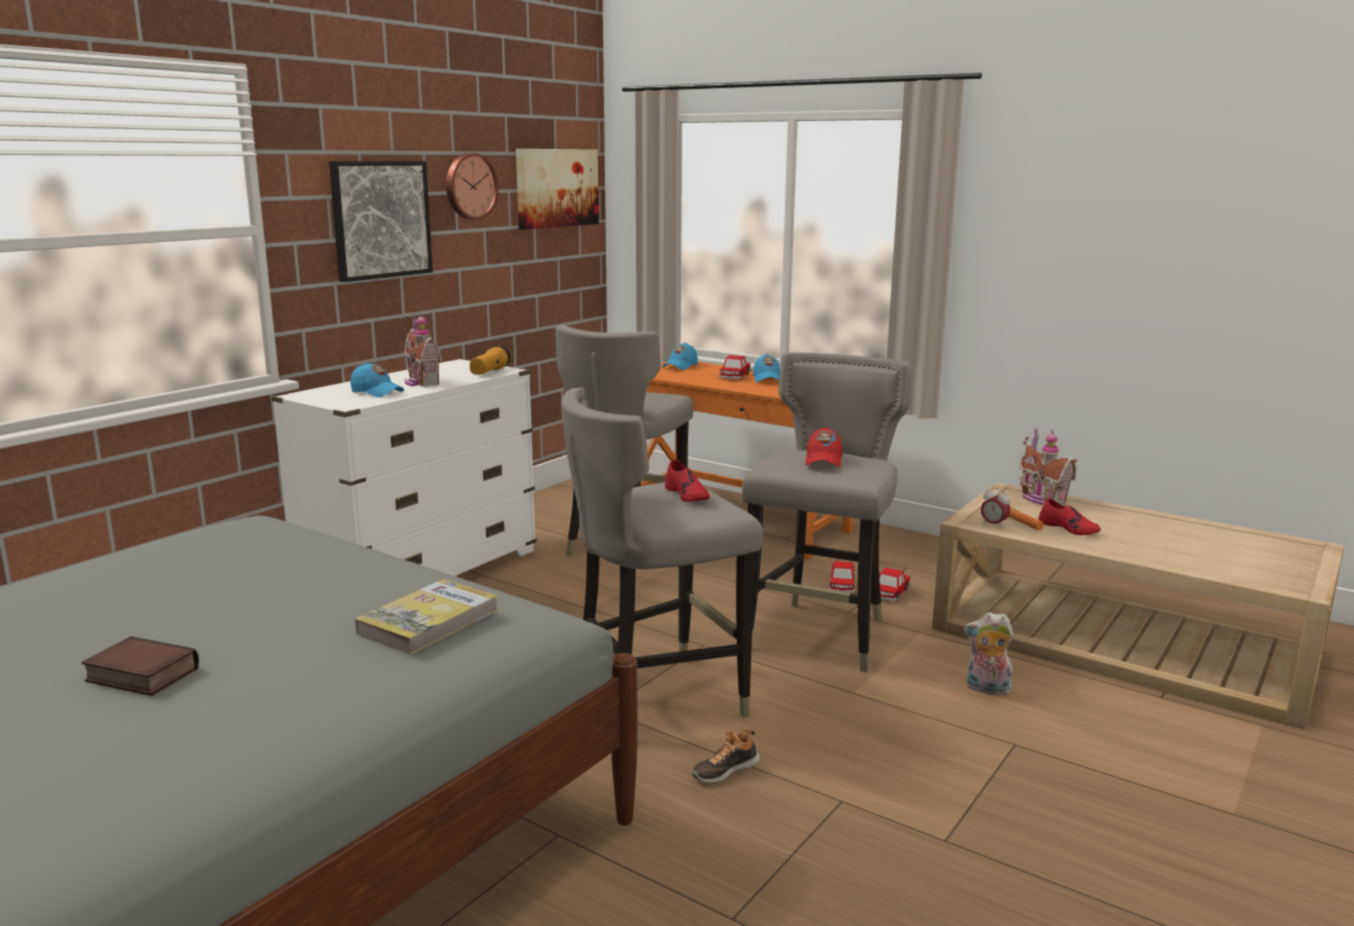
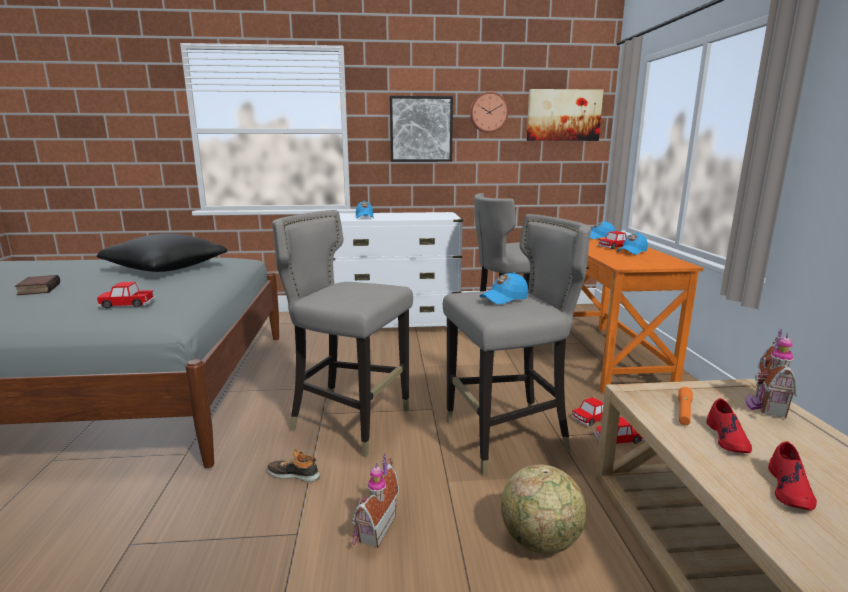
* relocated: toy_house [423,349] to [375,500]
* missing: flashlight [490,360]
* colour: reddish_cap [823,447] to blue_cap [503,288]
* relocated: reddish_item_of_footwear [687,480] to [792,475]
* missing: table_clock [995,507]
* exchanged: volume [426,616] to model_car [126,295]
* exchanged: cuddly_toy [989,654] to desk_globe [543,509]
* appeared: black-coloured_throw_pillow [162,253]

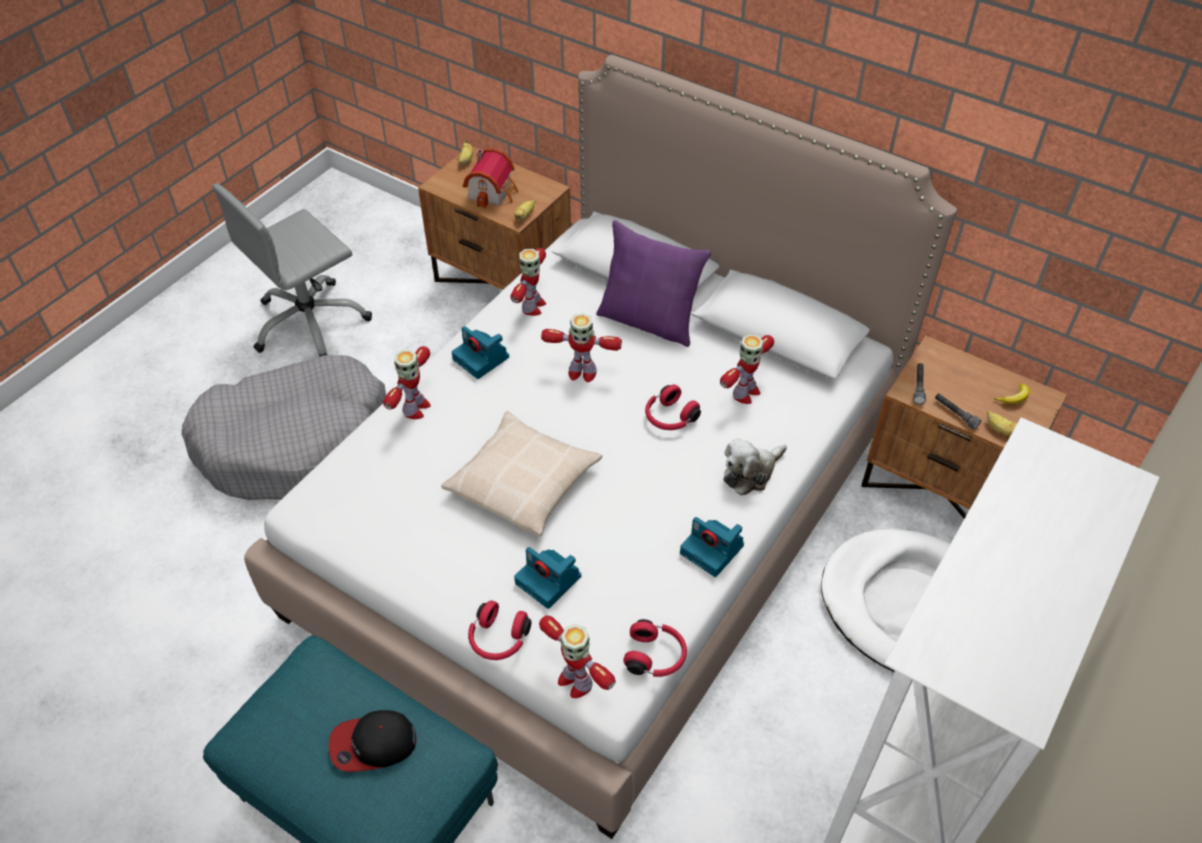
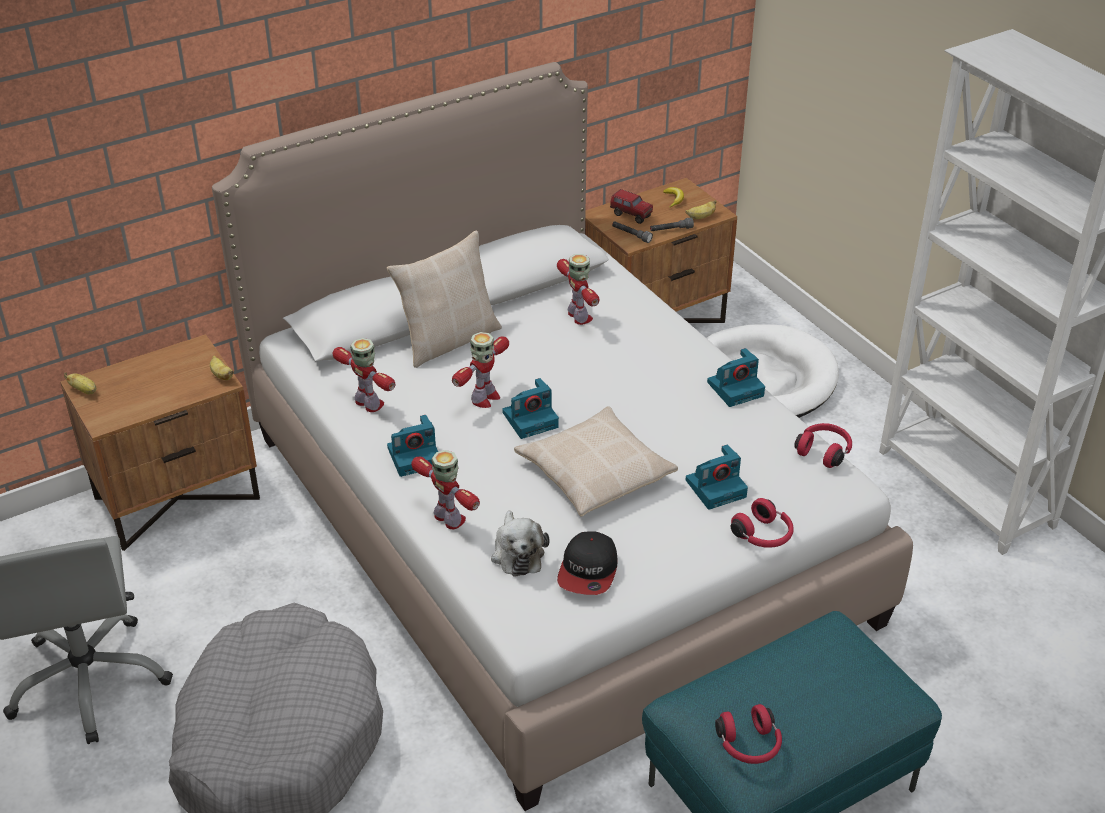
* missing: toy_house [490,178]
* colour: purple_throw_pillow [653,283] to sand-coloured_throw_pillow [444,299]
* relocated: reddish_headphones [673,407] to [748,734]
* relocated: cuddly_toy [755,467] to [520,543]
* missing: model_robot [577,657]
* relocated: cap [372,741] to [587,563]
* appeared: toy_lorry [631,206]
* appeared: still_camera [530,408]

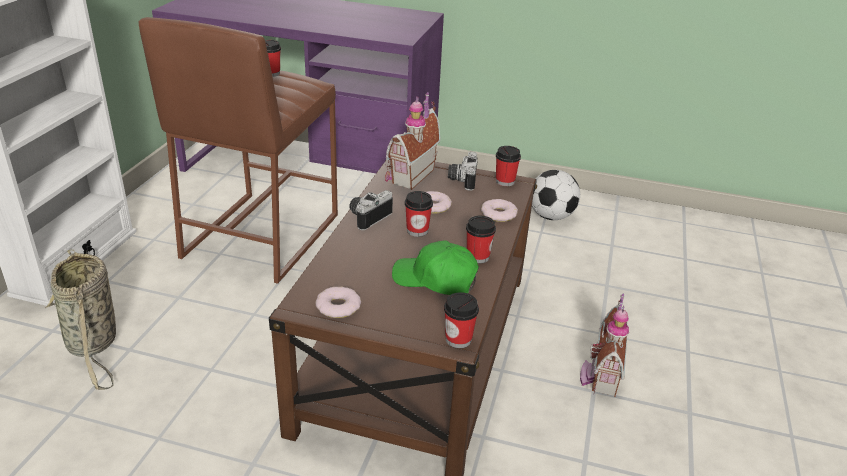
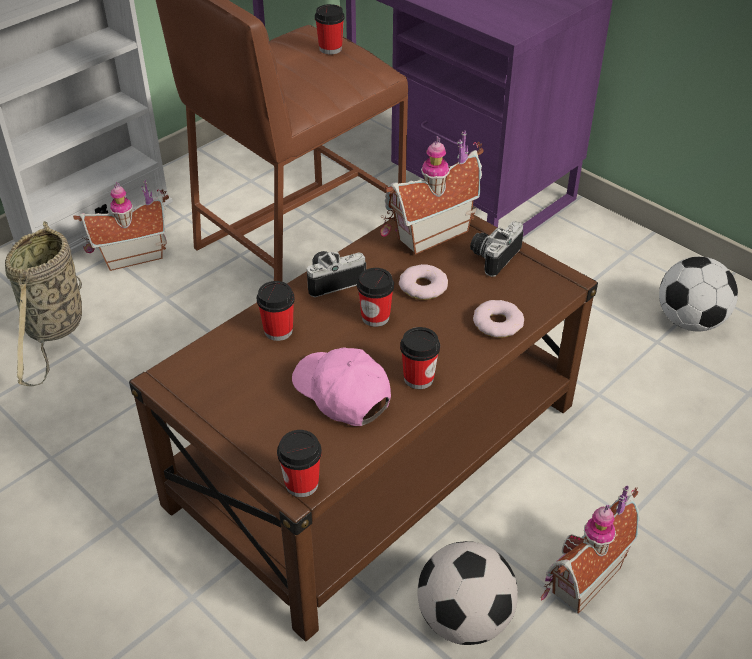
* relocated: small_cup [508,166] to [276,311]
* colour: greenish_cap [435,267] to pink_cap [341,386]
* missing: donut [338,302]
* appeared: toy_house [121,225]
* appeared: football_ball [467,593]

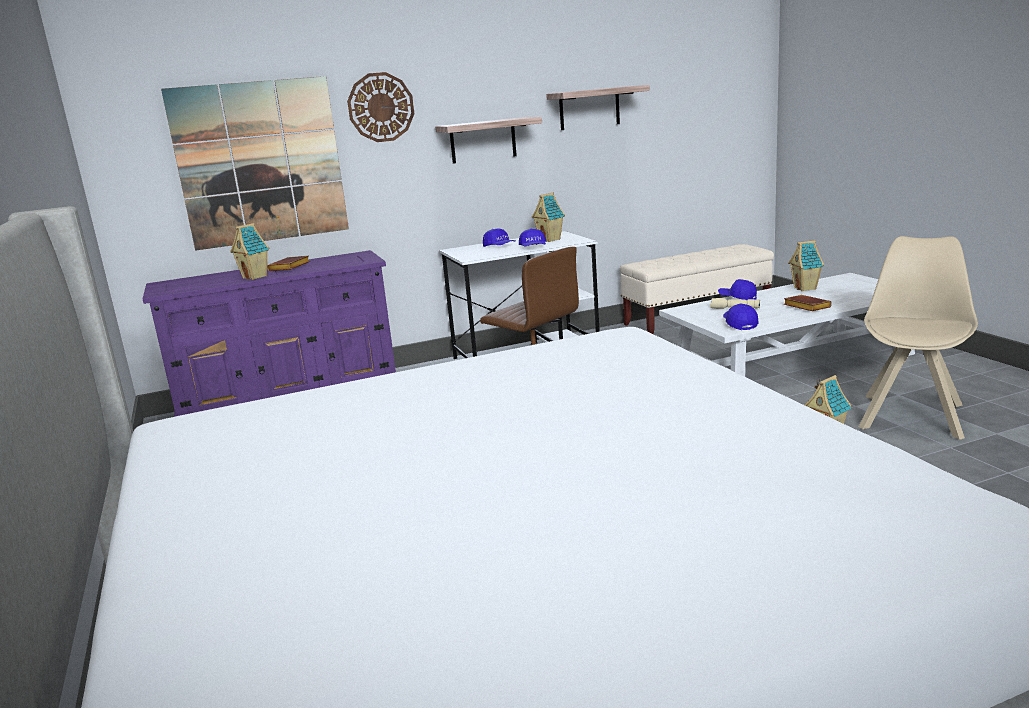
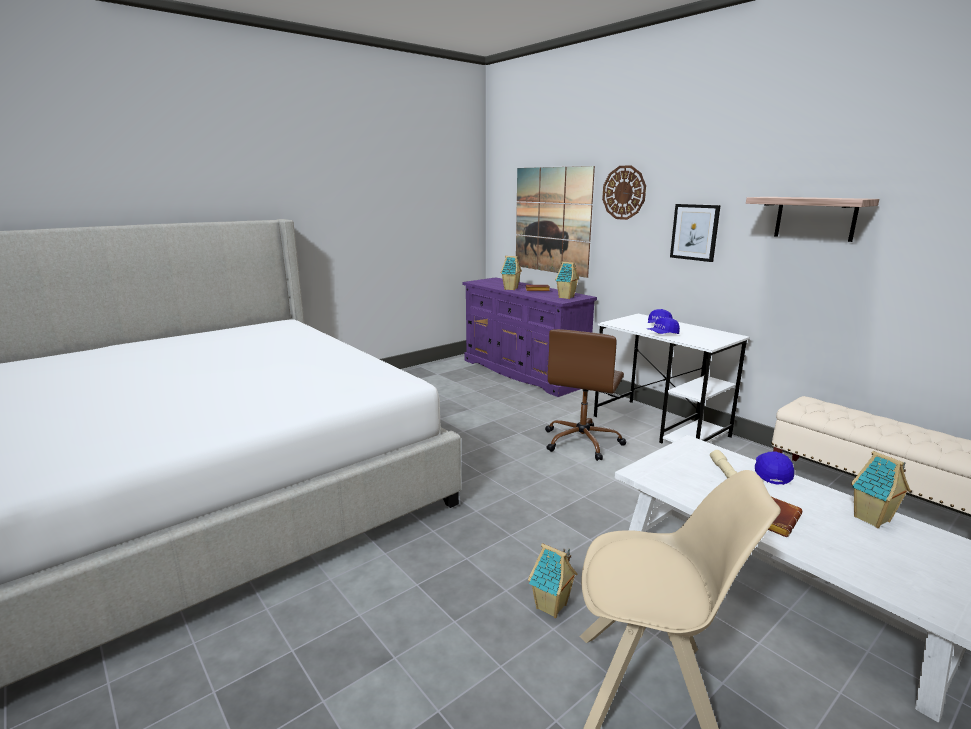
* exchanged: bracket_shelf [488,140] to wall_picture [695,233]
* relocated: toy_house [548,217] to [567,280]
* missing: blue_cap [741,317]

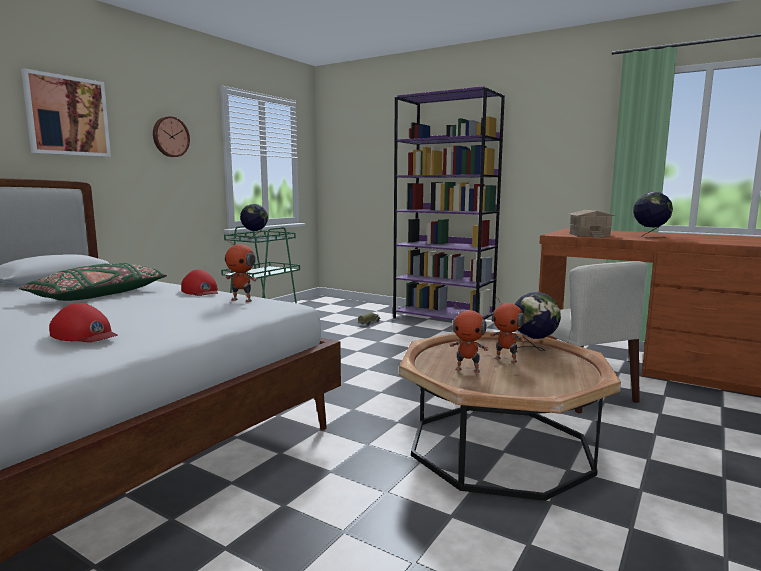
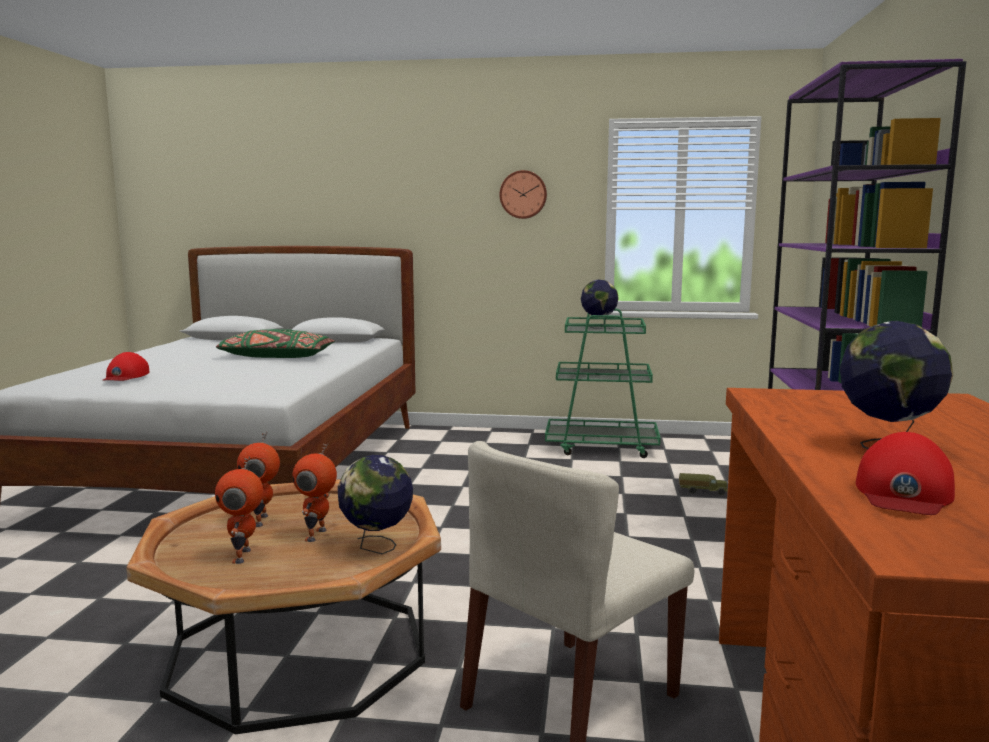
* missing: wall_picture [66,112]
* missing: toy_house [591,224]
* relocated: model_robot [241,270] to [239,510]
* relocated: reddish_cap [199,282] to [905,473]

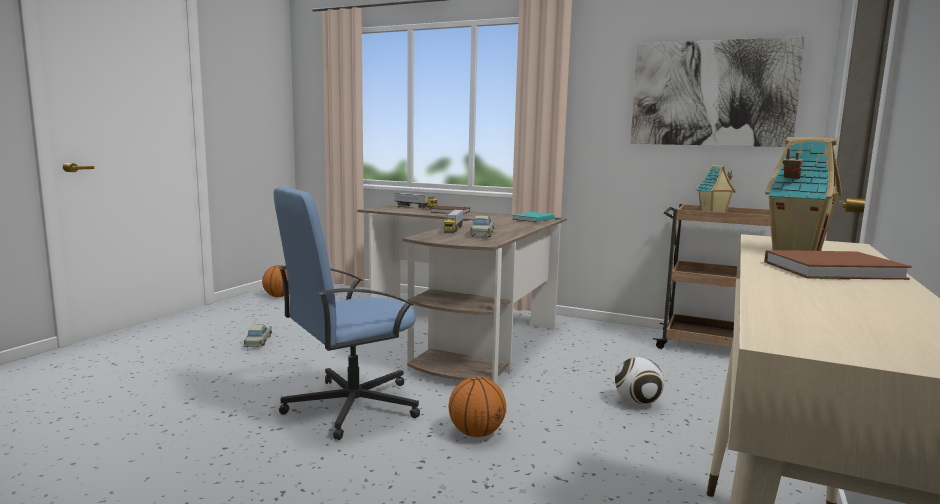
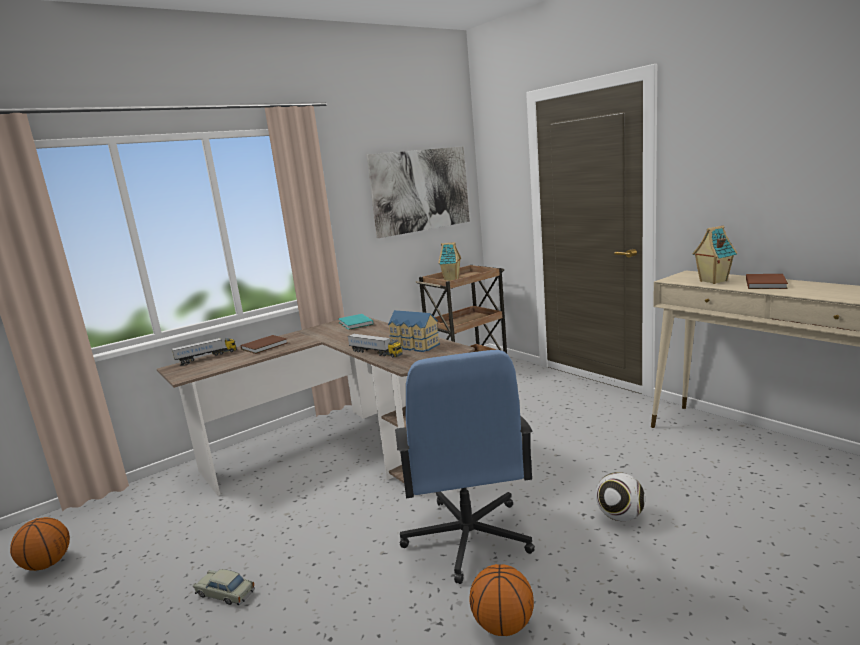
* exchanged: sand-coloured_model_car [482,226] to toy_house [414,331]
* relocated: football_ball [639,381] to [620,496]
* relocated: basketball [477,406] to [501,600]

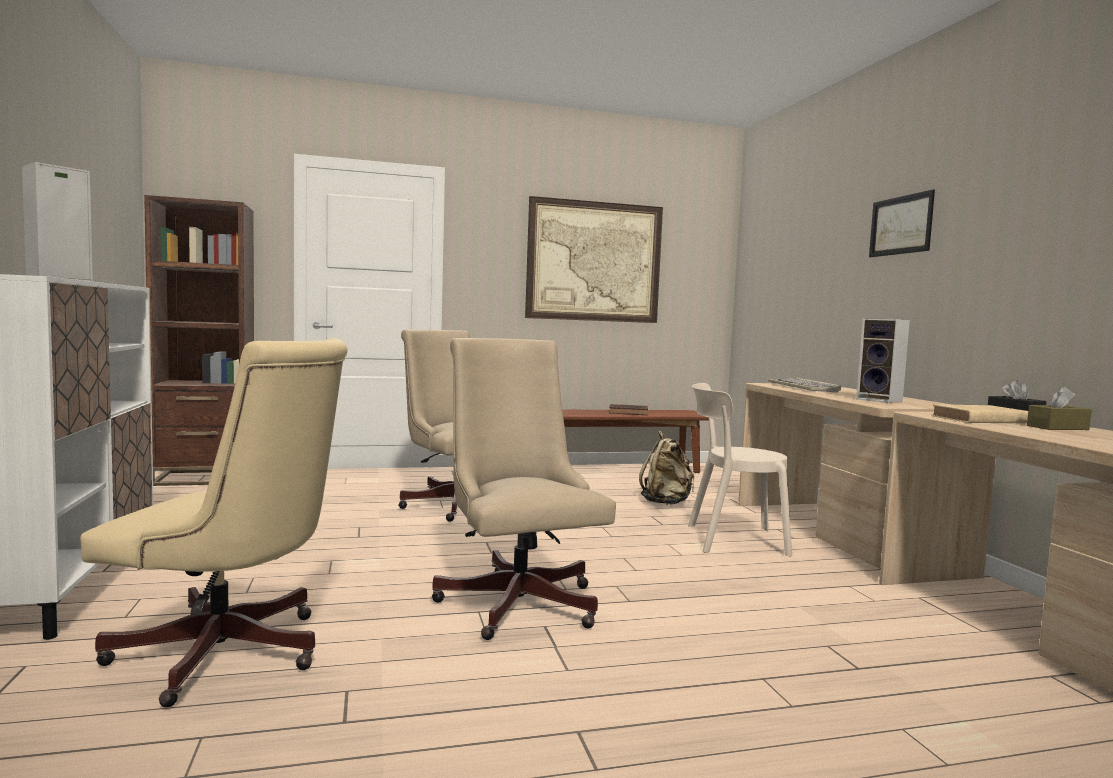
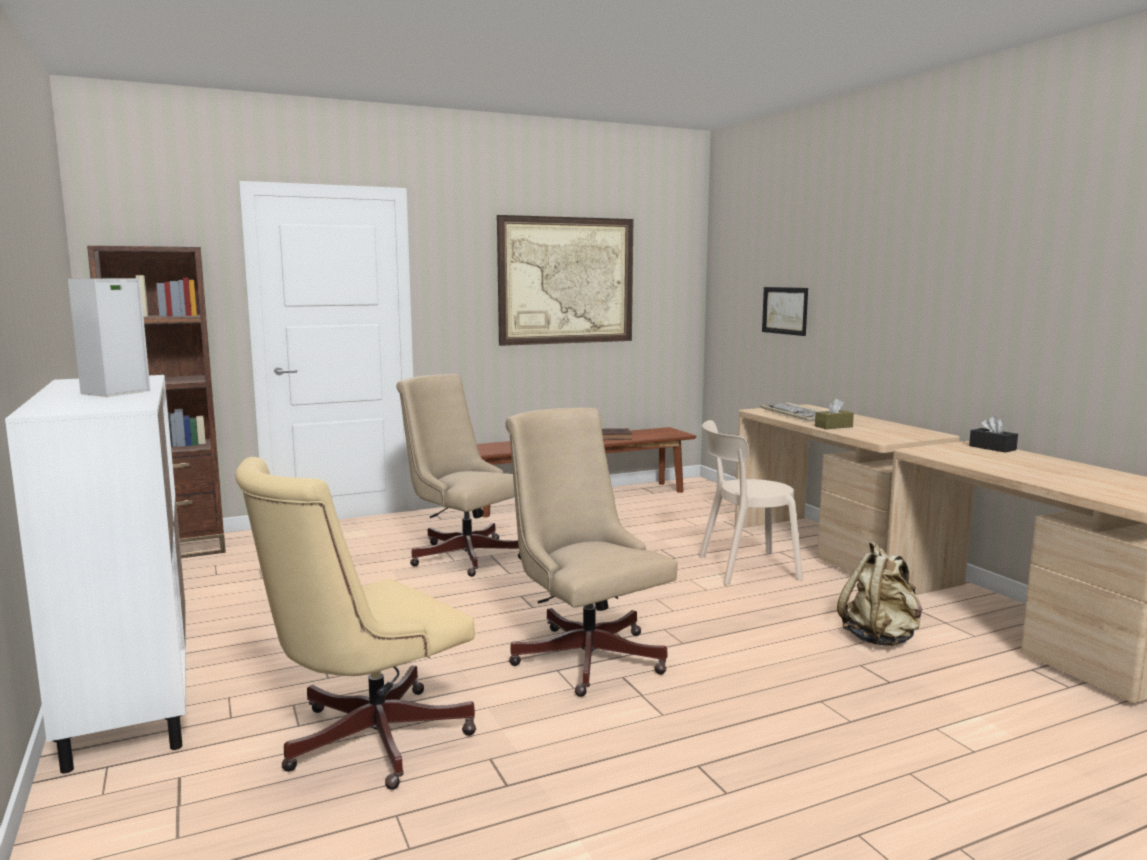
* relocated: wall_picture [902,223] to [785,311]
* missing: audio_speaker [883,360]
* spun: sand-coloured_desk_chair [214,523] = [355,623] 135 degrees clockwise
* relocated: brown-coloured_tissue_box [1059,408] to [834,414]
* missing: sand-coloured_volume [979,414]
* relocated: sand-coloured_knapsack [666,468] to [880,593]

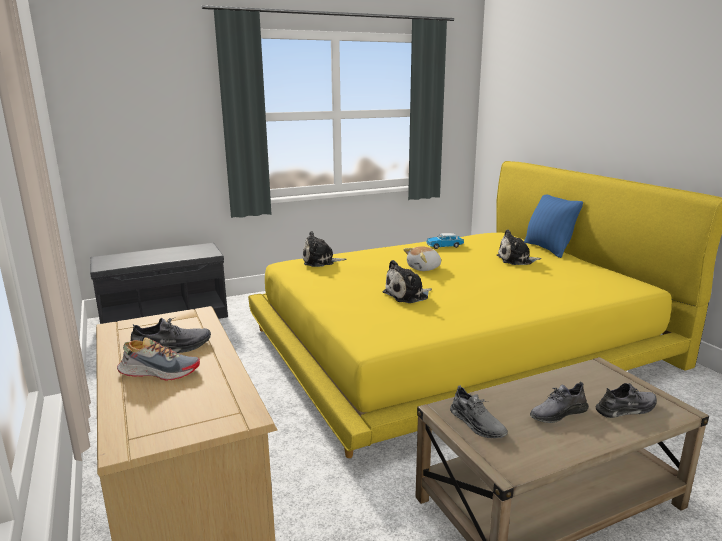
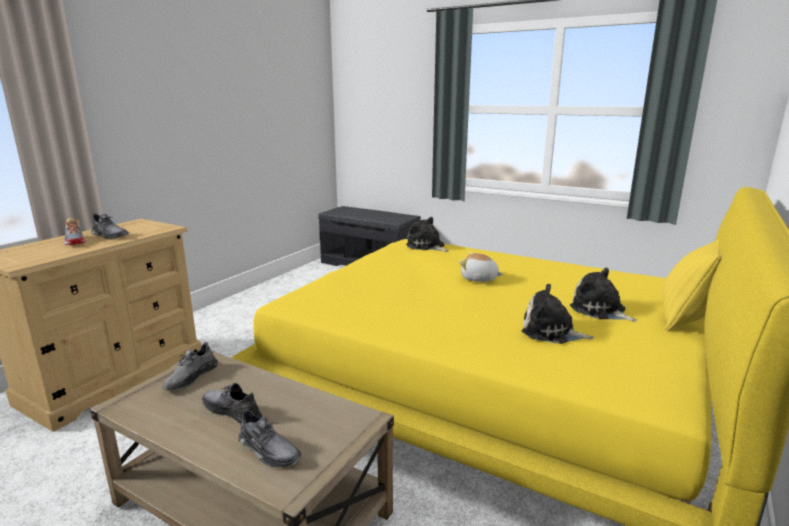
* colour: blue_throw_pillow [553,226] to yellowish_throw_pillow [692,285]
* missing: model_car [445,241]
* relocated: cuddly_toy [407,281] to [557,314]

